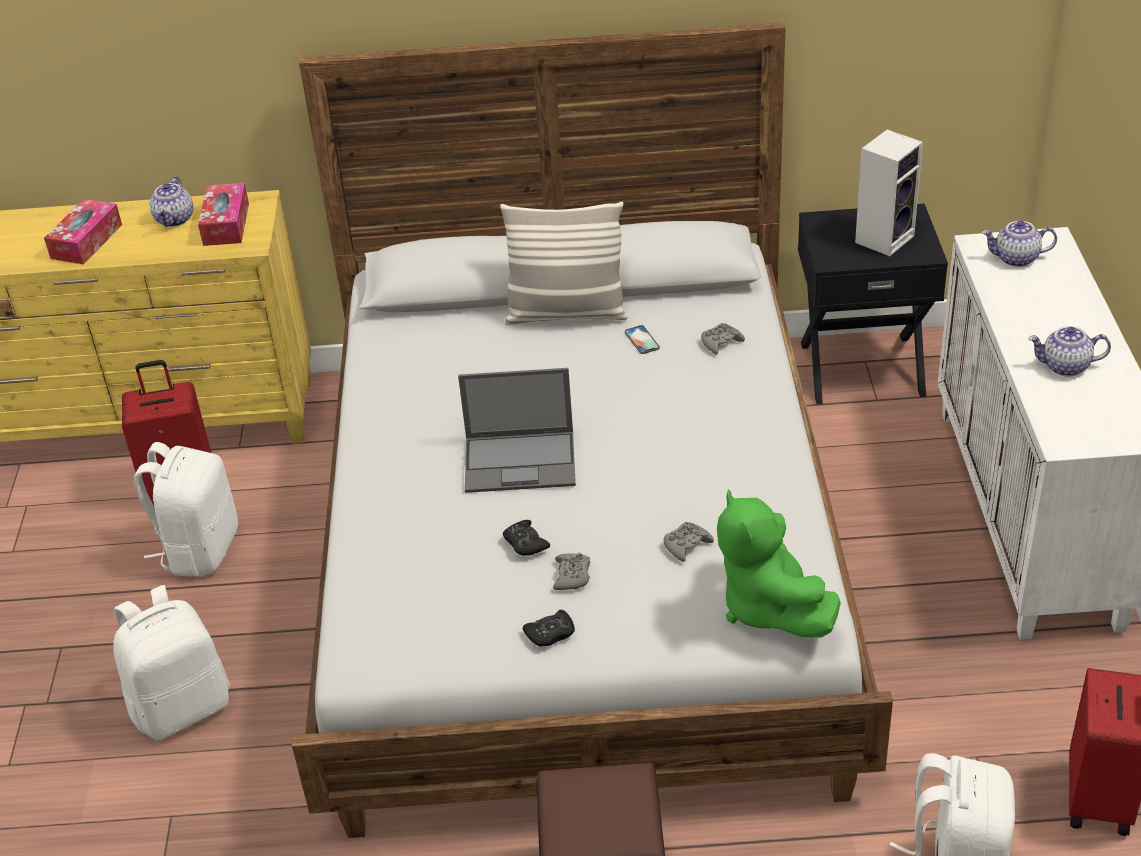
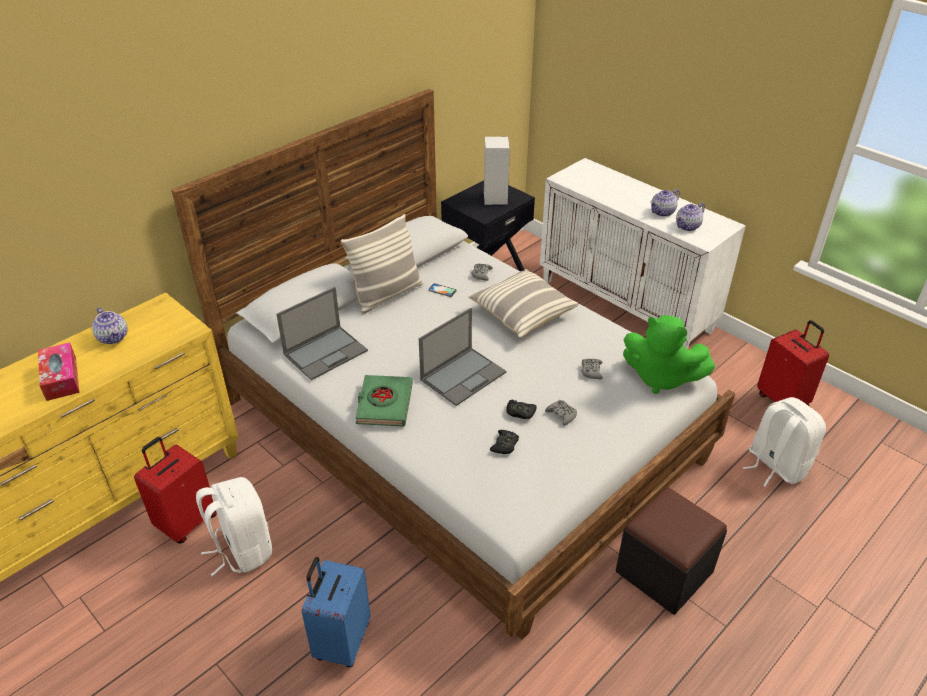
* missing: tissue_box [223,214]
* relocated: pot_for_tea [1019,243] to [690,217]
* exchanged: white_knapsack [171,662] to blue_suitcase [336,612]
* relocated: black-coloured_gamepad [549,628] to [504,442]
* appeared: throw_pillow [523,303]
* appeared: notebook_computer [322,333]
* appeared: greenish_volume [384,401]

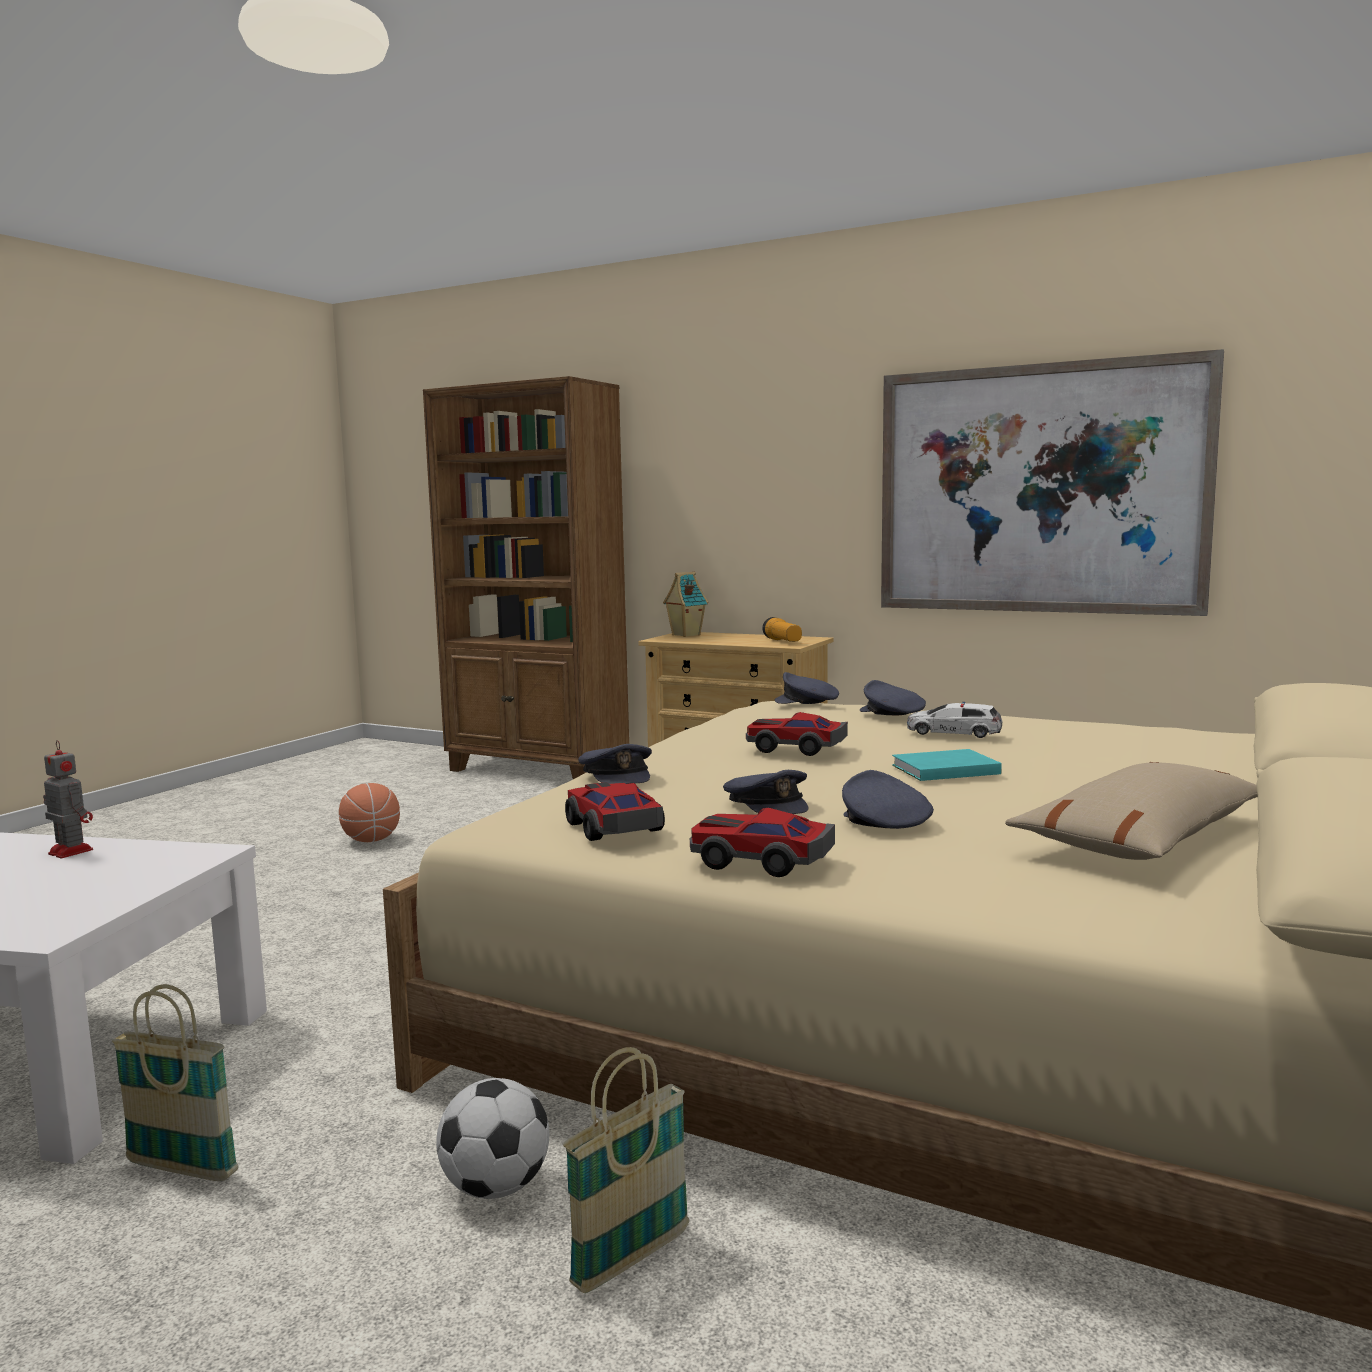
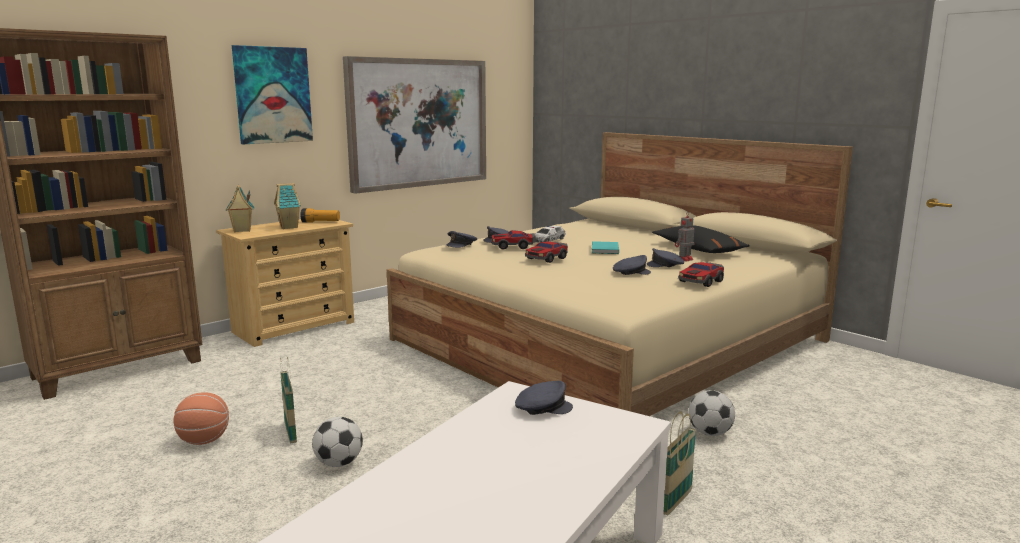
* relocated: model_robot [68,799] to [685,237]
* relocated: gray_cap [615,764] to [544,398]
* colour: sand-coloured_throw_pillow [1131,811] to black-coloured_throw_pillow [701,239]
* relocated: model_car [615,811] to [513,240]
* relocated: storage_basket [626,1170] to [288,400]
* appeared: wall_picture [272,94]
* appeared: toy_house [287,206]
* appeared: football_ball [337,442]

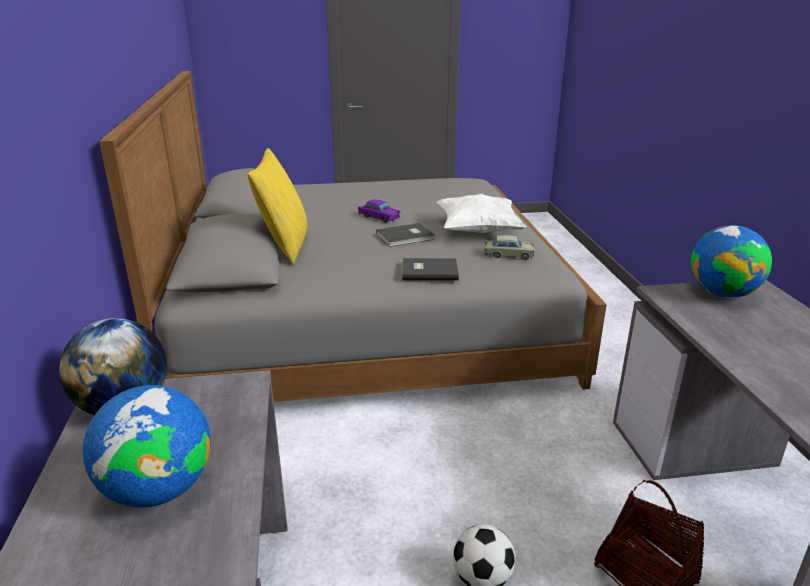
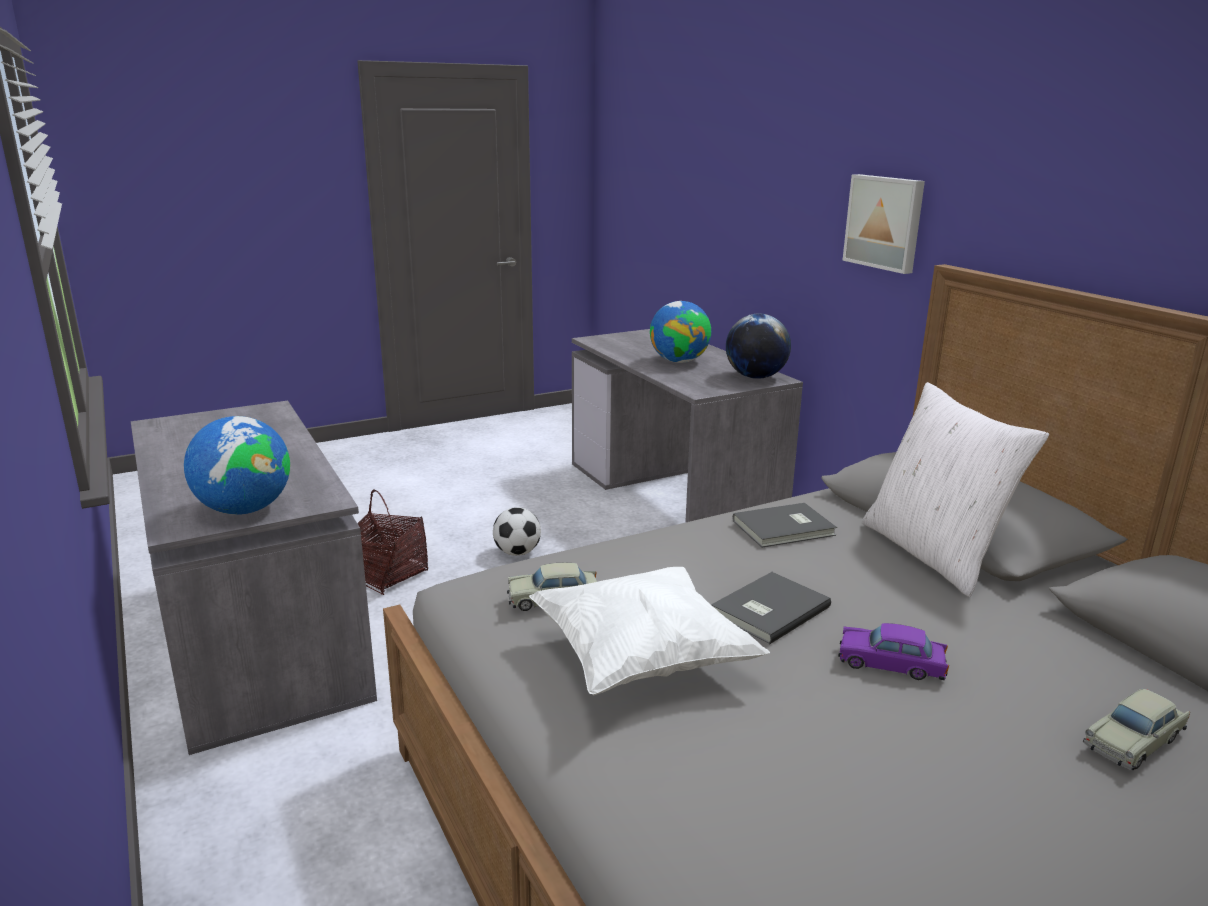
* colour: yellowish_throw_pillow [278,206] to white_throw_pillow [955,489]
* relocated: gray_volume [430,269] to [785,525]
* appeared: wall_picture [883,224]
* appeared: sand-coloured_model_car [1136,729]

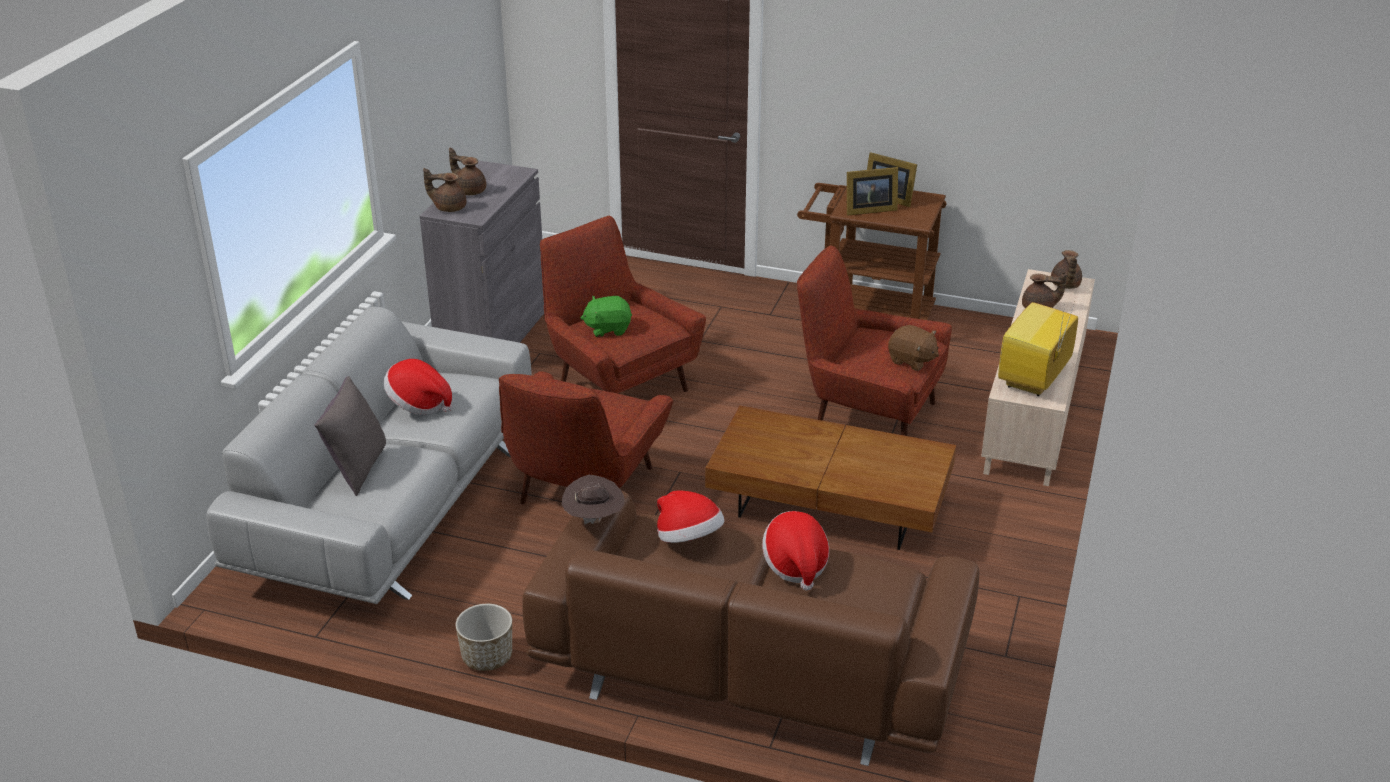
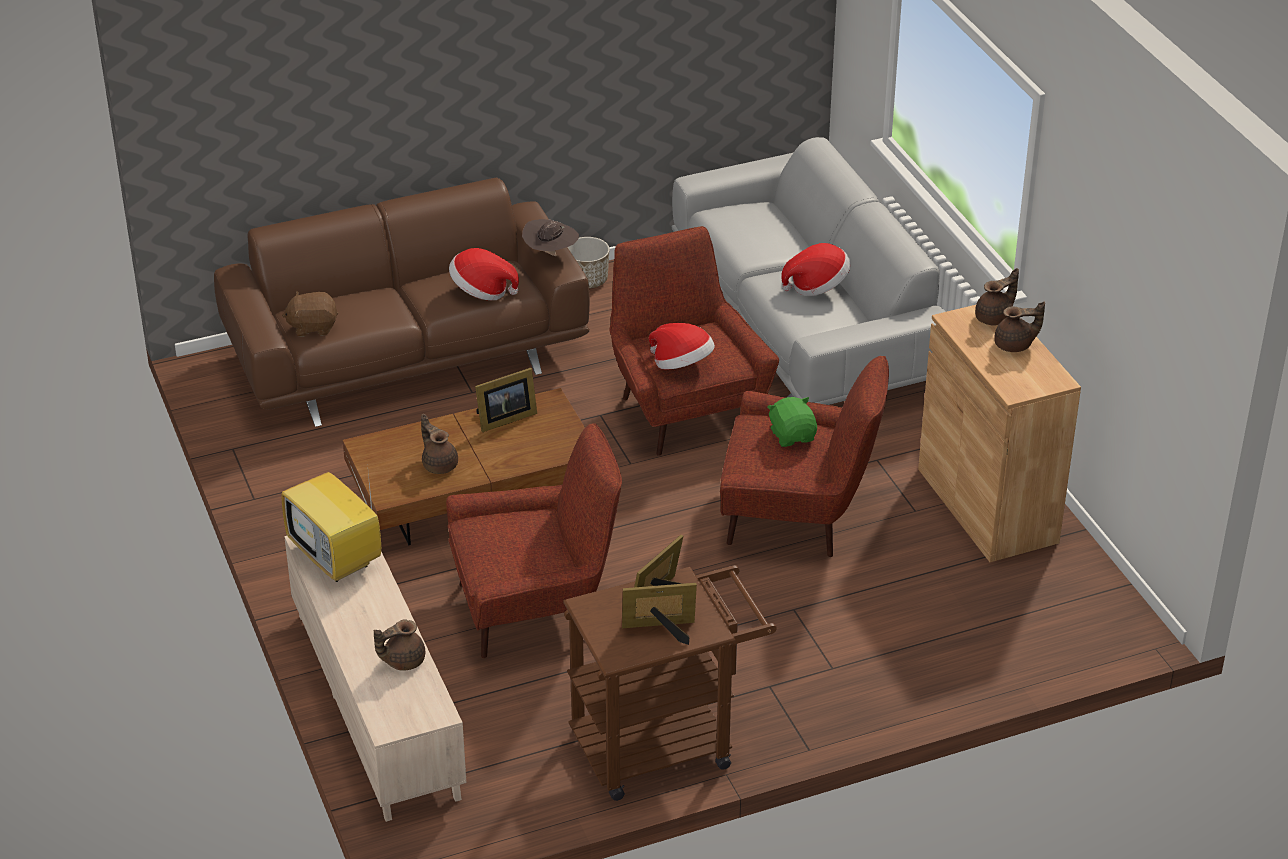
* colour: gray_cupboard [482,252] to brown-coloured_cupboard [999,433]
* relocated: brown-coloured_pot_for_tea [1066,269] to [439,444]
* spun: greenish_cuddly_toy [606,316] = [792,422] 60 degrees counterclockwise
* spun: television [1038,349] = [331,516] 150 degrees clockwise
* relocated: brown-coloured_cuddly_toy [913,348] to [310,314]
* missing: gray_throw_pillow [350,436]
* relocated: hat [795,551] to [682,346]
* appeared: picture_frame [506,400]

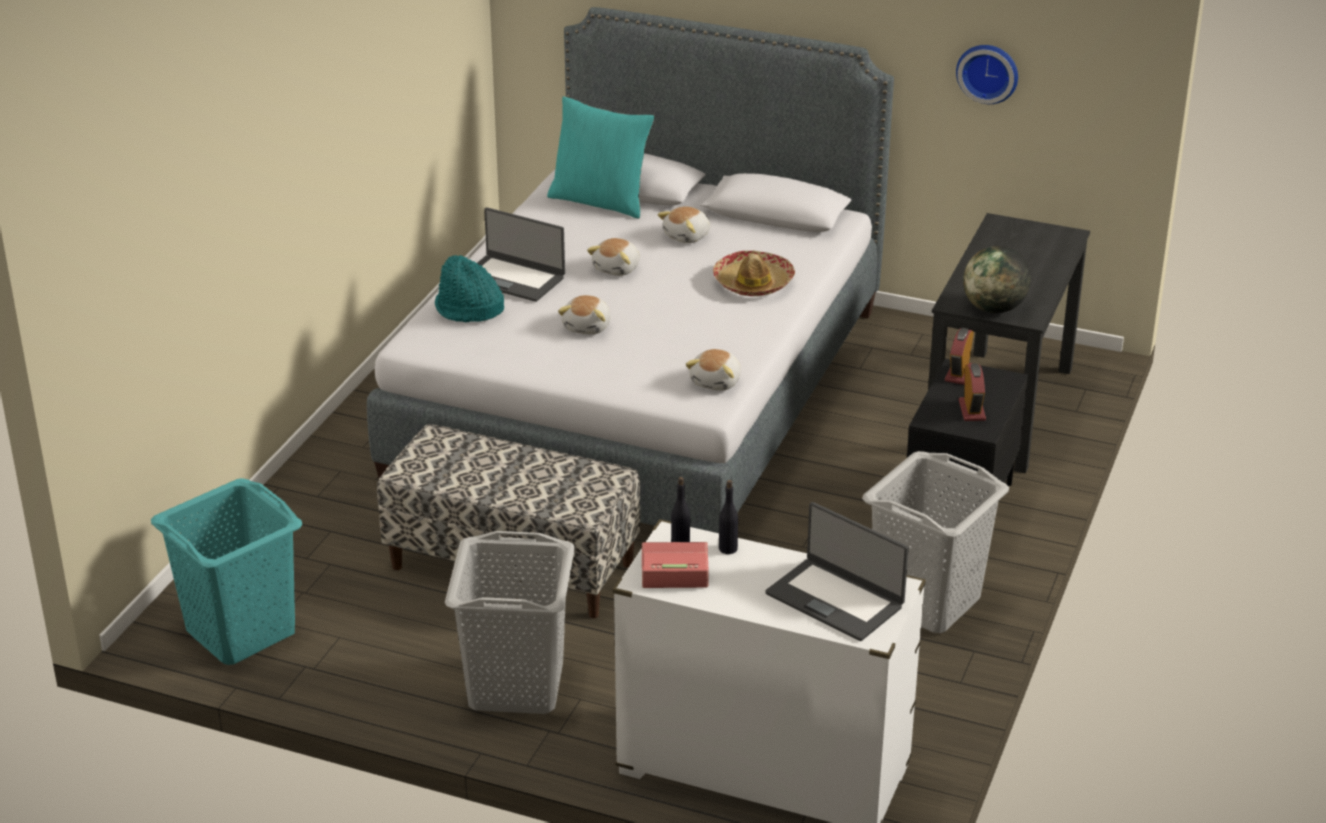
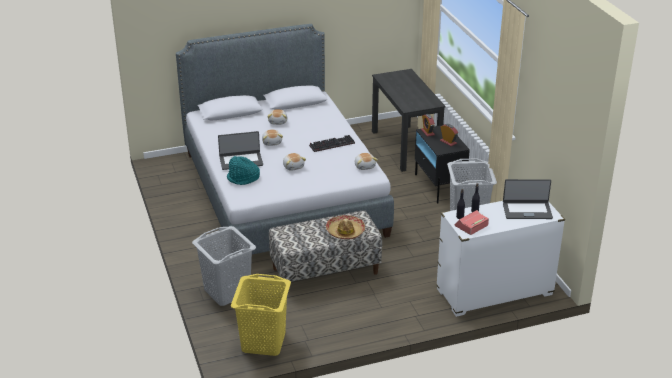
* missing: clock_on_the_wall [987,74]
* missing: blue-green_throw_pillow [601,157]
* missing: desk_globe [997,279]
* relocated: hat [754,273] to [345,227]
* colour: blue-green_hamper [226,571] to yellowish_hamper [261,315]
* relocated: gray_hamper [510,622] to [224,266]
* appeared: PC_keyboard [332,143]

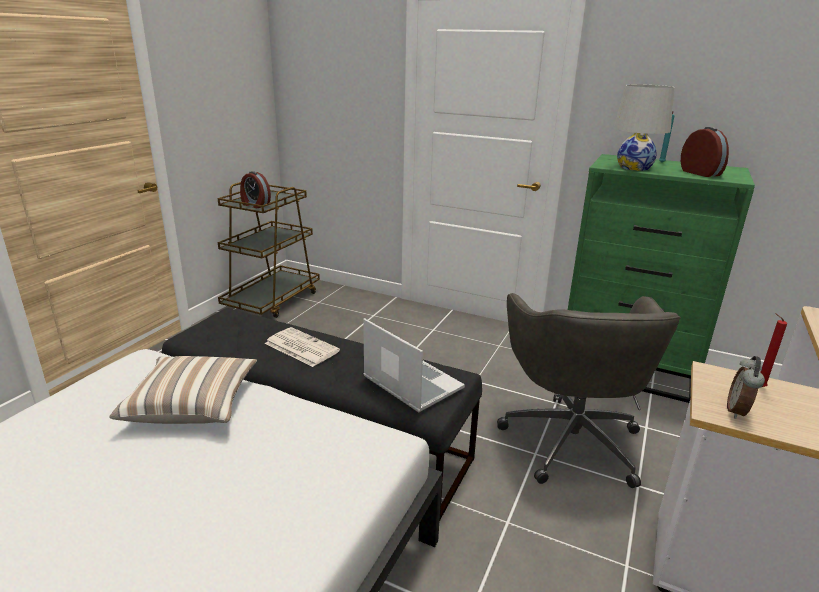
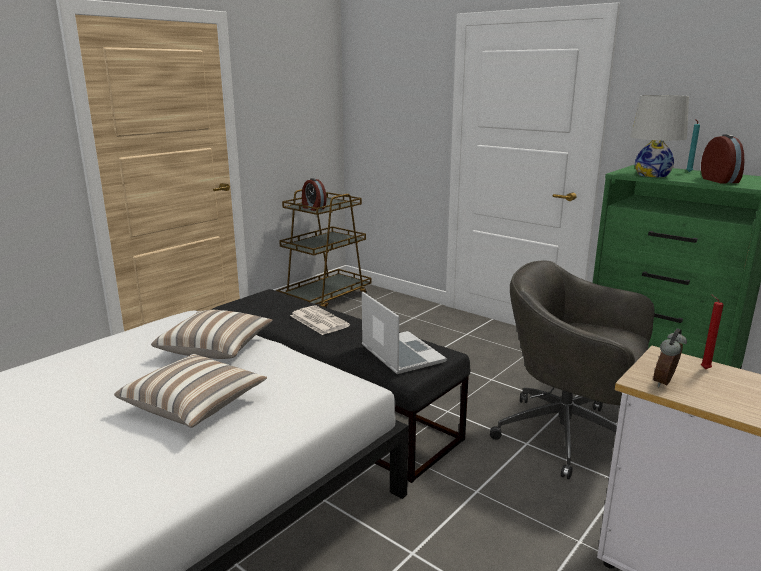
* spun: gray_desk_chair [589,390] = [572,369] 105 degrees clockwise
* appeared: throw_pillow [190,391]

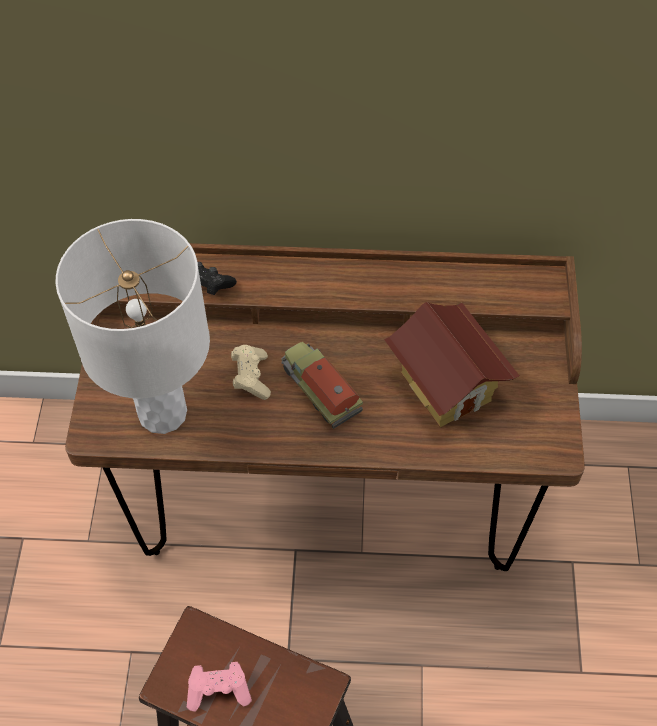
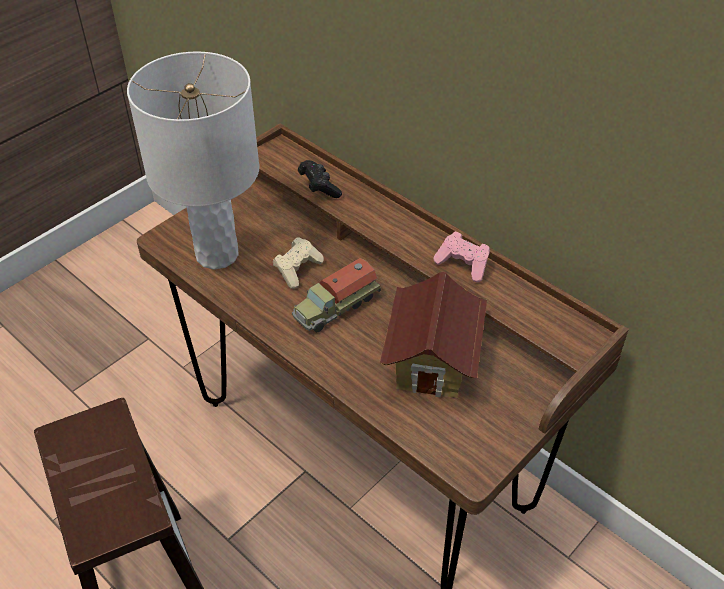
* spun: toy_lorry [322,385] = [336,295] 135 degrees counterclockwise
* relocated: pink_gamepad [219,686] to [461,257]

